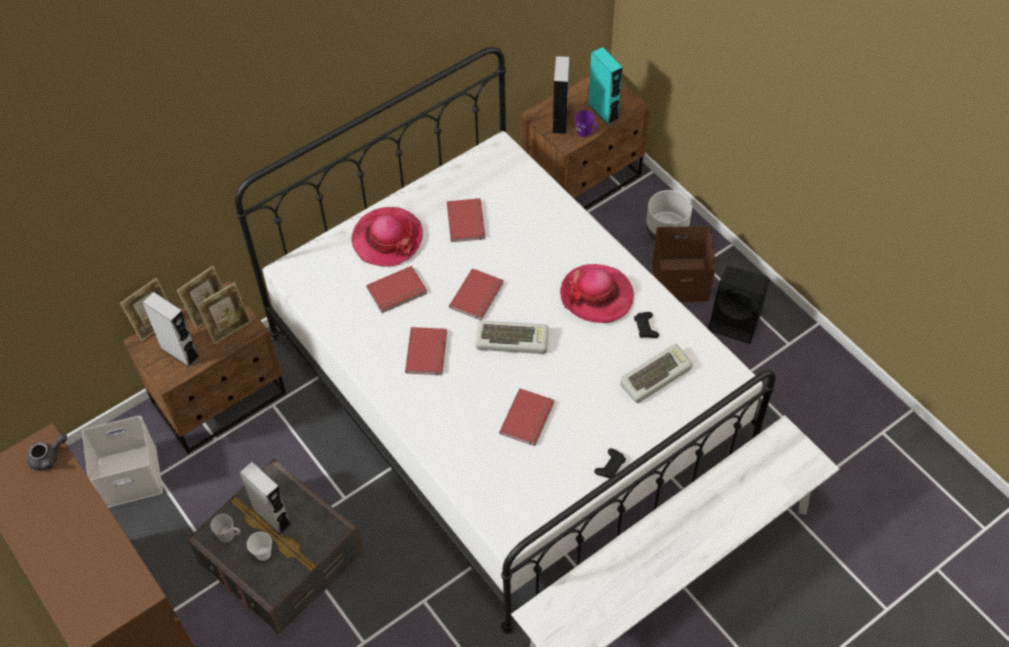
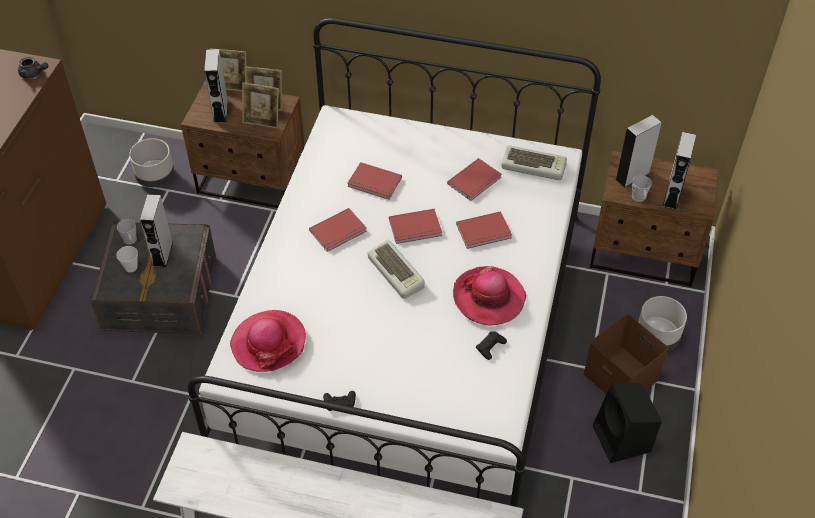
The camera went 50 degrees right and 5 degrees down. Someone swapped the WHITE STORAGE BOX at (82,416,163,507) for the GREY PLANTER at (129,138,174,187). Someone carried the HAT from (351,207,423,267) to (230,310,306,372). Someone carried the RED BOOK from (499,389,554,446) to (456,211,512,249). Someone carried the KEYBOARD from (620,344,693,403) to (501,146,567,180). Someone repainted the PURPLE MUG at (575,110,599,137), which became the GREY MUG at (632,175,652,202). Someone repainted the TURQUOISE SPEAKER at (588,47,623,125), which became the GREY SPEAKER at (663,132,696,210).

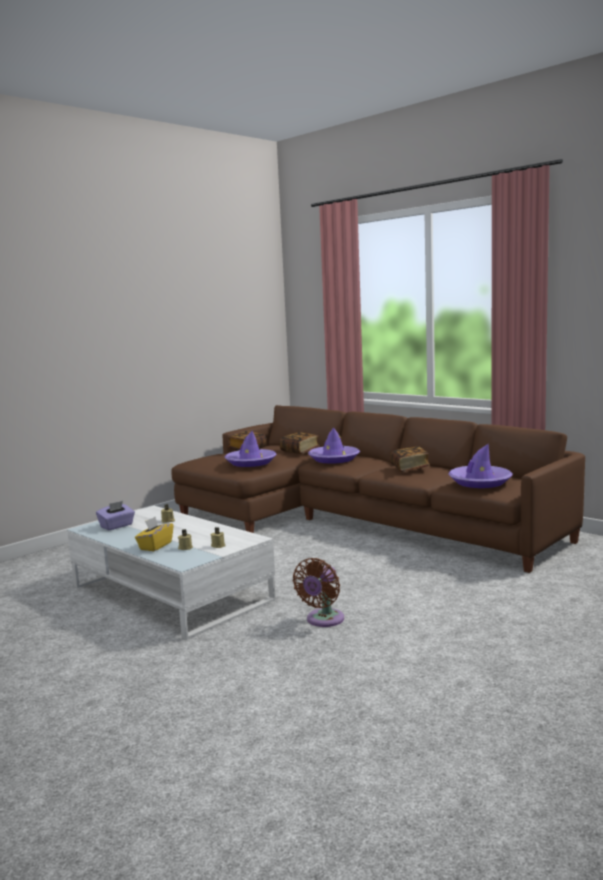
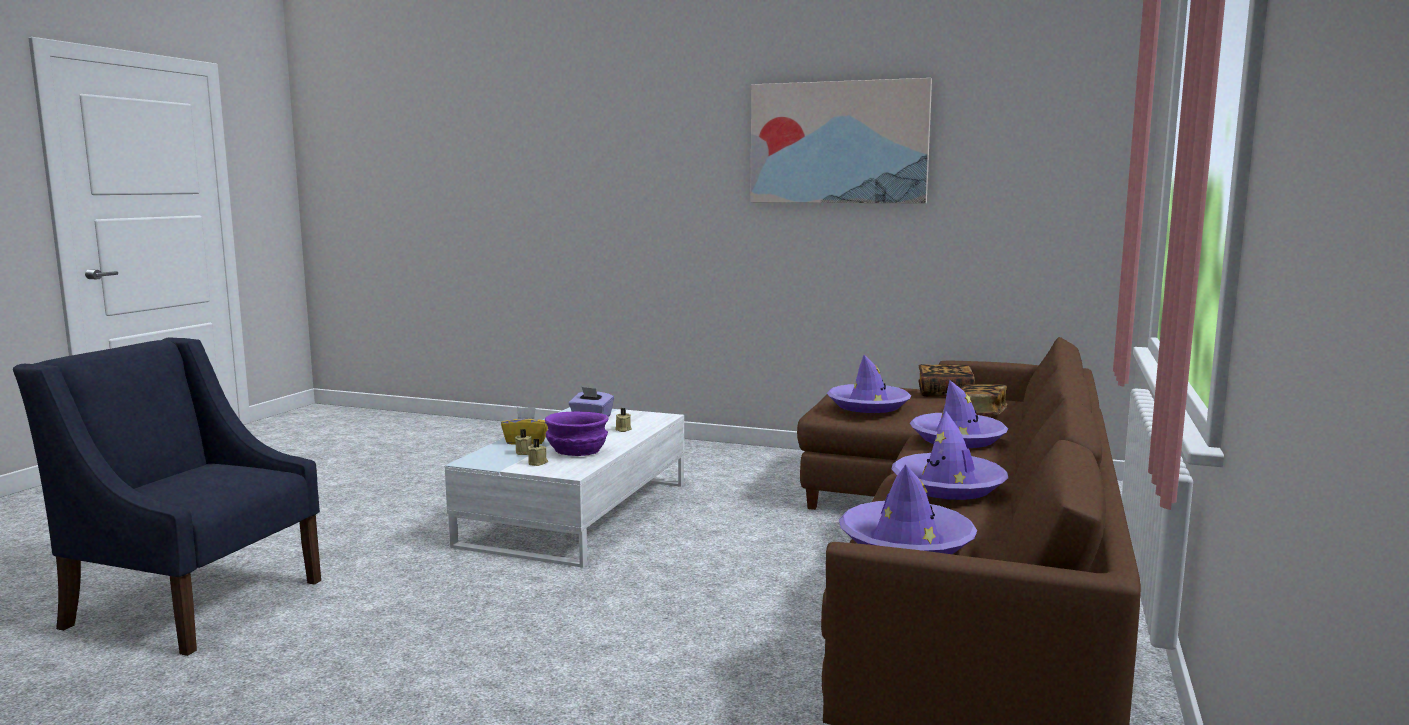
The camera went 65 degrees right and 0 degrees up. Someone put down the BLUE ARMCHAIR at (13,338,321,656). Someone put down the PURPLE BOWL at (545,412,609,456). Someone put up the PICTURE at (750,78,932,204). Someone swapped the BOOK at (390,446,430,472) for the PURPLE HAT at (891,411,1008,500). Someone took away the BROWN FAN at (293,558,344,627).

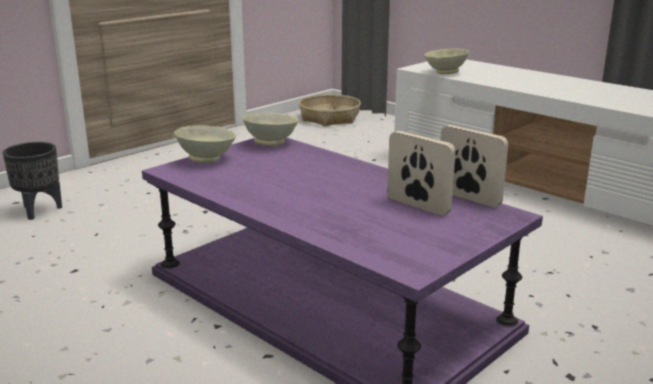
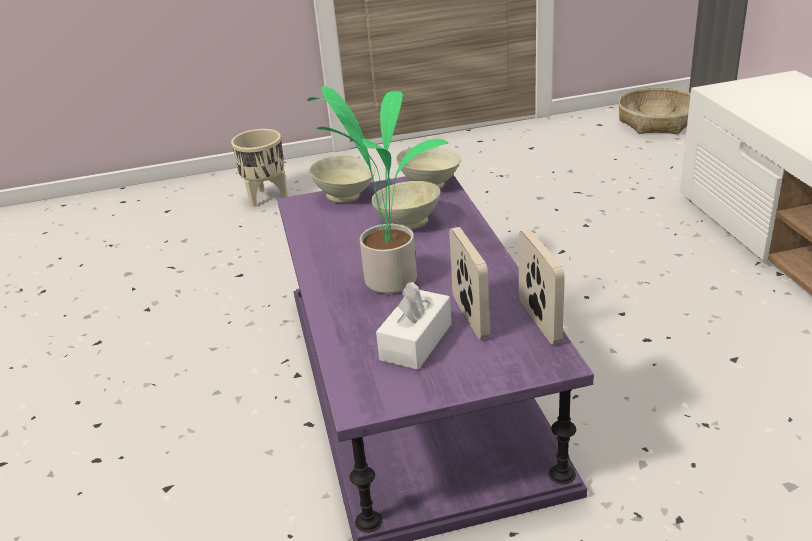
The camera went 35 degrees right and 10 degrees up. Someone repainted the BLACK PLANTER at (3,142,62,220), which became the BEIGE PLANTER at (231,129,288,207). Someone put down the POTTED PLANT at (307,86,449,294). Someone carried the BEIGE BOWL from (425,49,469,74) to (371,181,440,230). Someone put down the WHITE TISSUE BOX at (376,282,452,370).

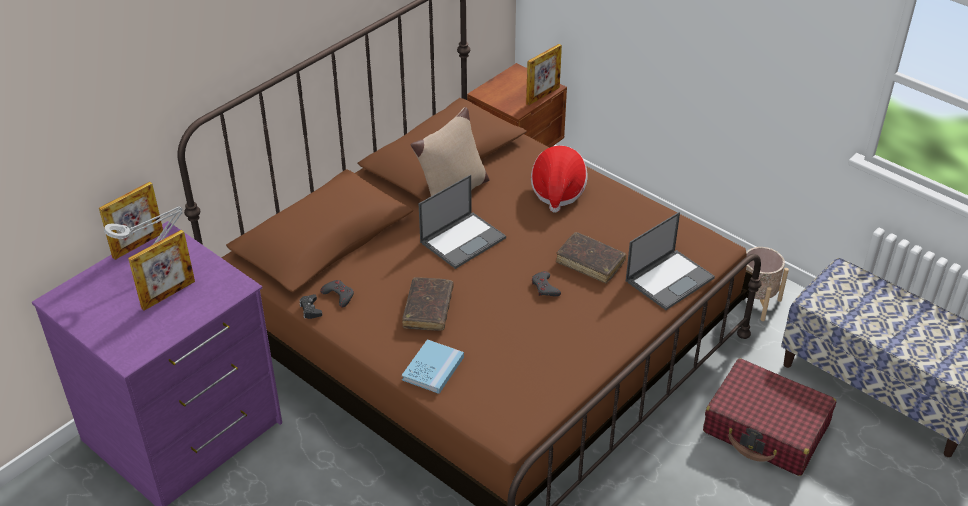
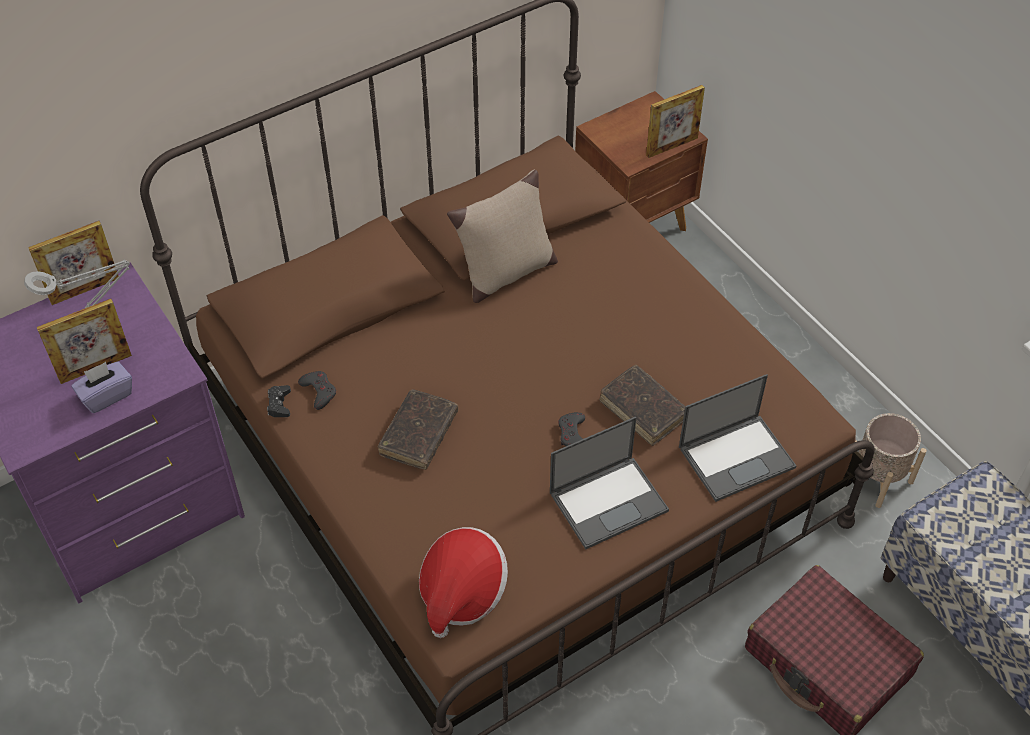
The camera went 15 degrees right and 10 degrees up. Someone put down the PURPLE TISSUE BOX at (71,361,132,413). Someone carried the HAT from (531,146,588,213) to (419,527,508,638). Someone carried the LAPTOP from (418,175,506,269) to (550,417,669,549). Someone took away the BLUE BOOK at (402,339,464,394).

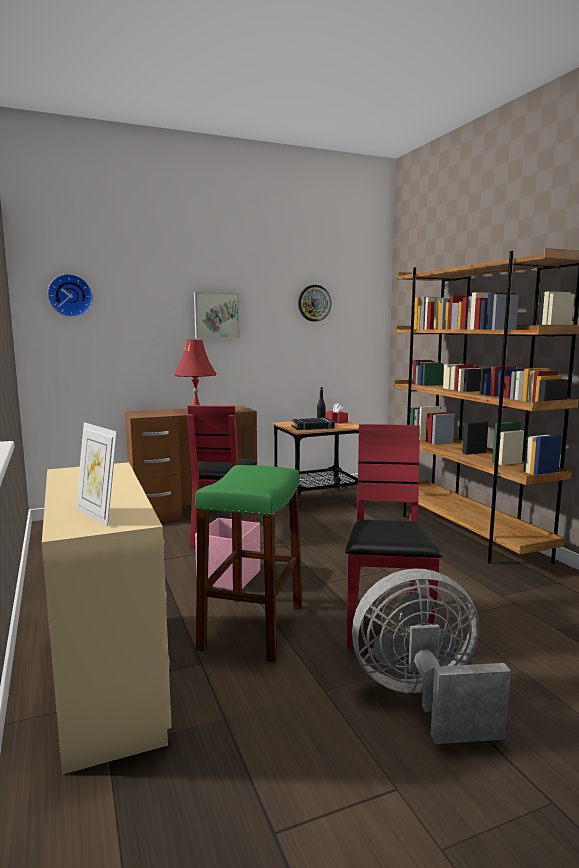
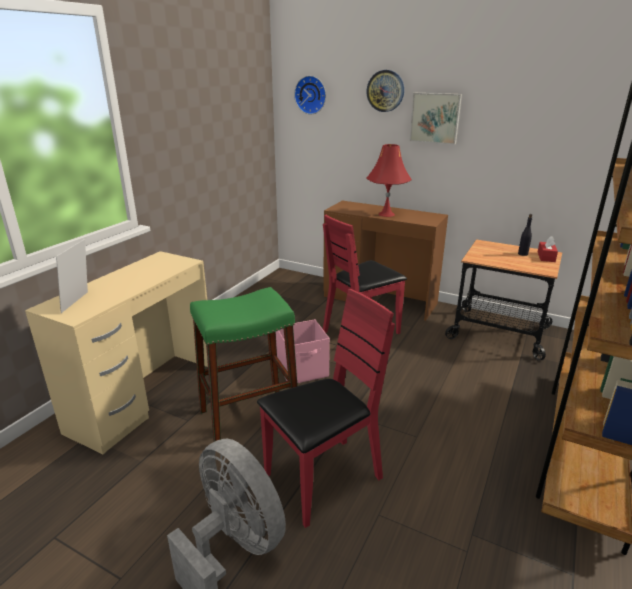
The camera went 50 degrees right and 15 degrees up. Someone carried the WALL CLOCK from (298,285,332,322) to (366,70,404,112). Someone took away the BLACK BOOK at (291,418,335,430).

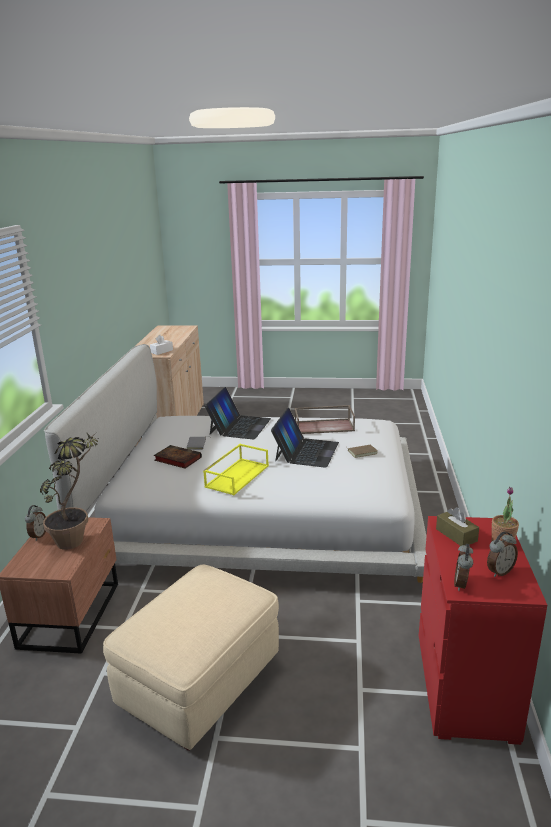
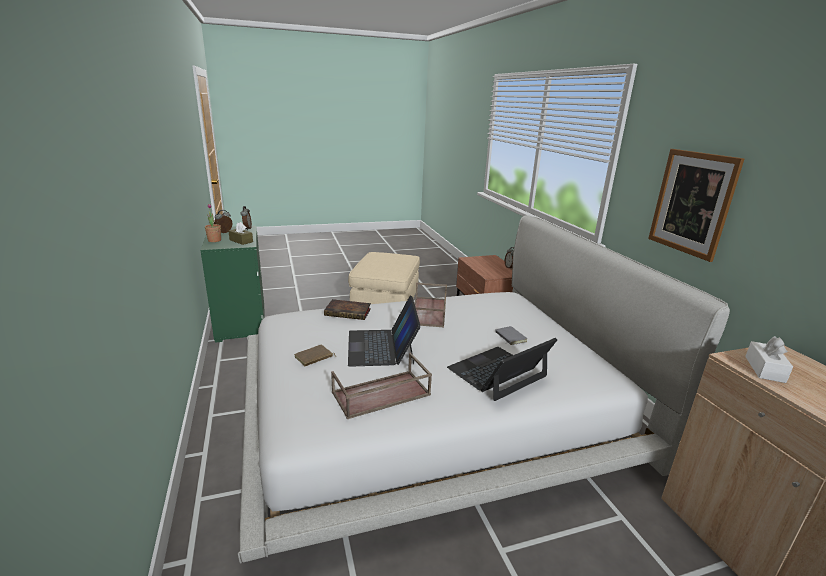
The camera went 155 degrees right and 0 degrees up. Someone repainted the RED DRESSER at (419,516,547,745), which became the GREEN DRESSER at (200,226,265,343). Someone carried the BOOK from (154,445,202,468) to (324,299,371,320). Someone repainted the YELLOW TRAY at (203,444,269,495), which became the BROWN TRAY at (414,283,447,328). Someone rotated the LAPTOP at (205,387,271,439) by 60 degrees clockwise. Someone put up the PICTURE at (648,149,744,262). Someone took away the POTTED PLANT at (40,430,99,550).

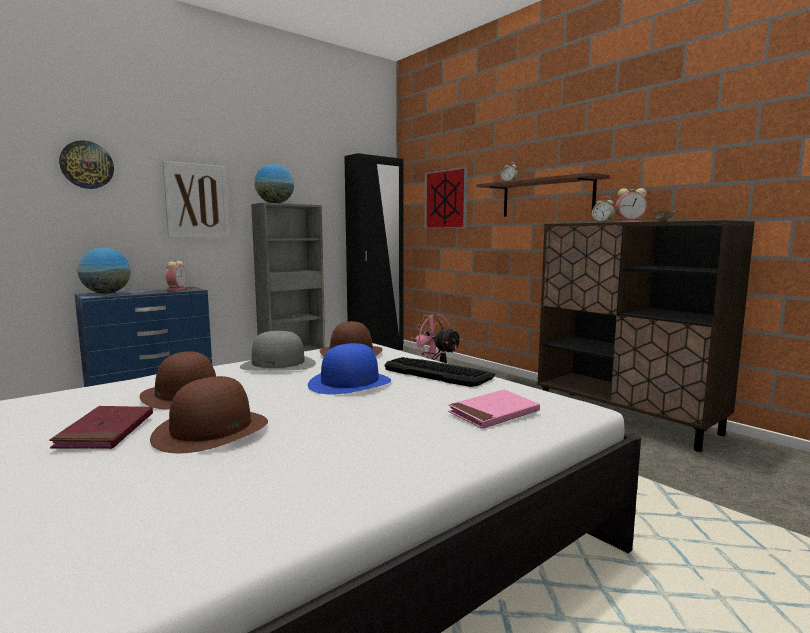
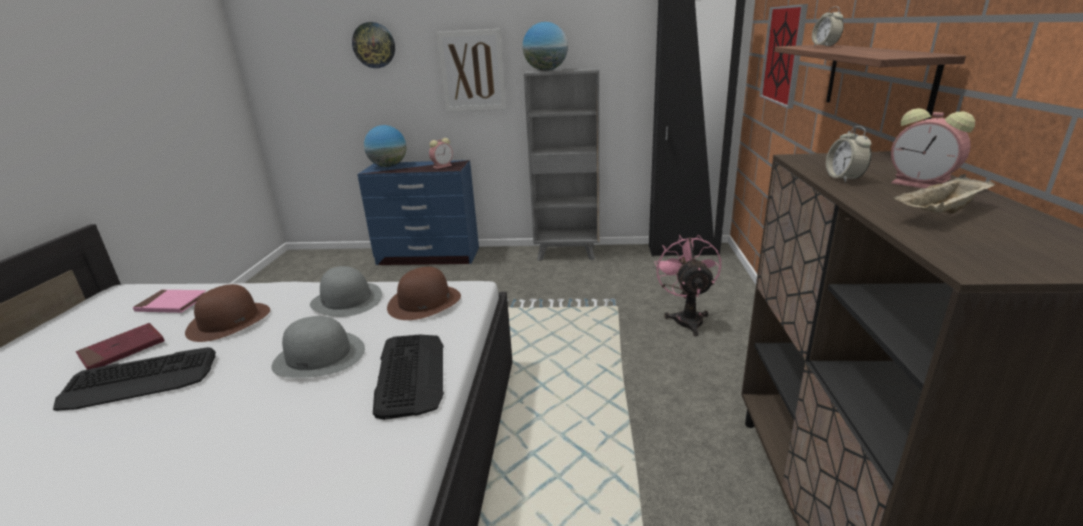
The camera went 45 degrees right and 15 degrees up. Someone swapped the BROWN HAT at (150,376,268,453) for the KEYBOARD at (53,347,216,411). Someone carried the PINK BOOK from (448,390,540,429) to (133,290,206,313). Someone repainted the BLUE HAT at (308,343,391,394), which became the GREY HAT at (271,316,365,378).

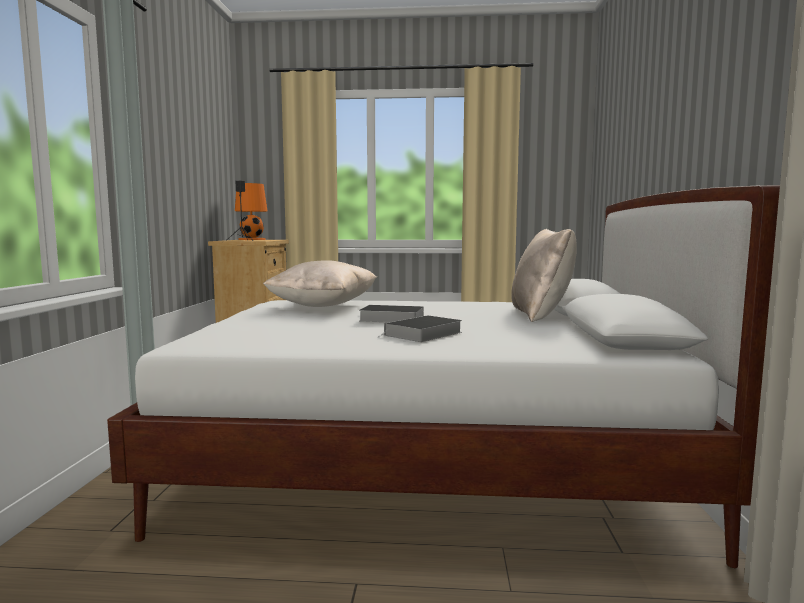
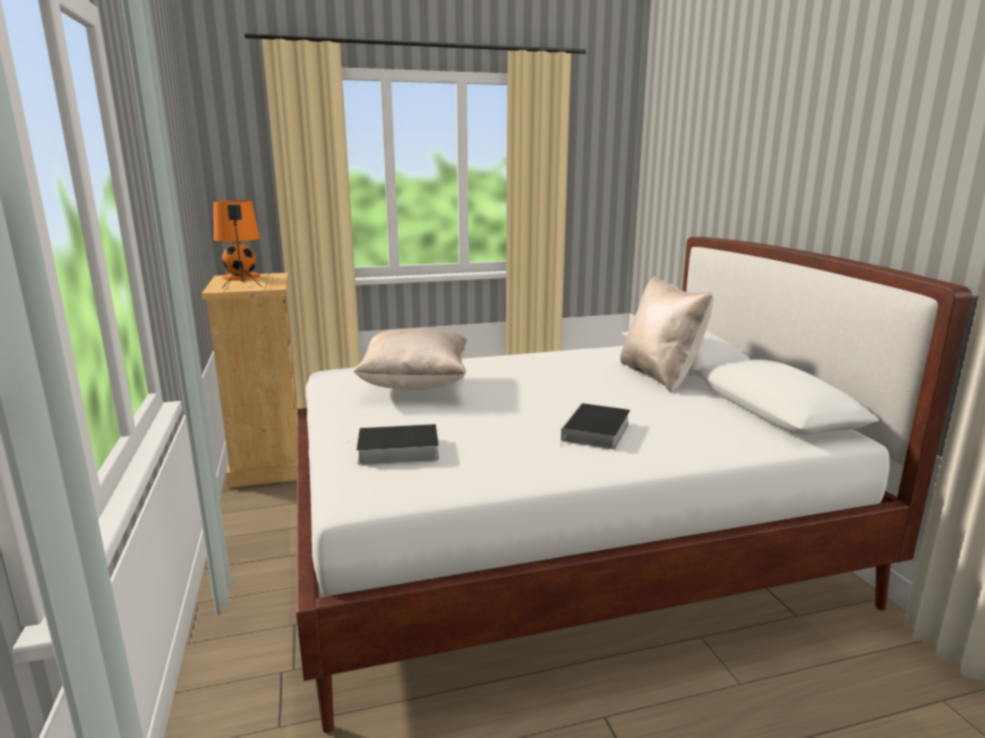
The camera went 20 degrees left and 10 degrees up. Someone carried the BOOK from (359,305,424,322) to (345,424,439,464).

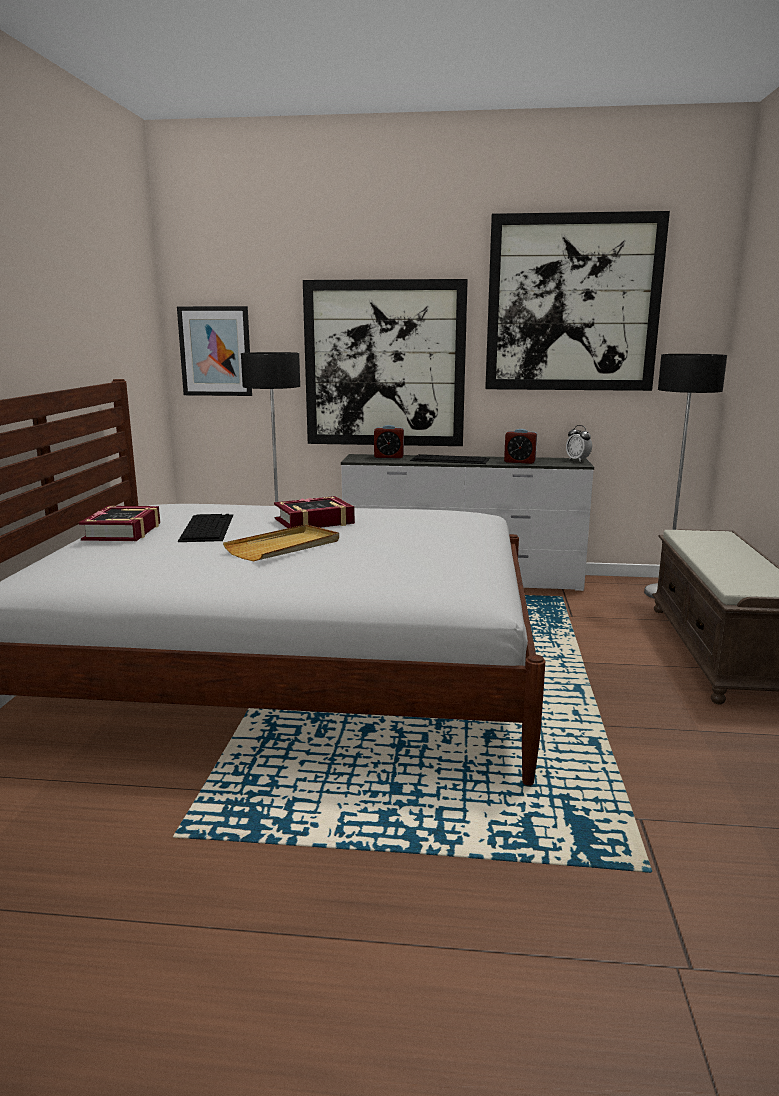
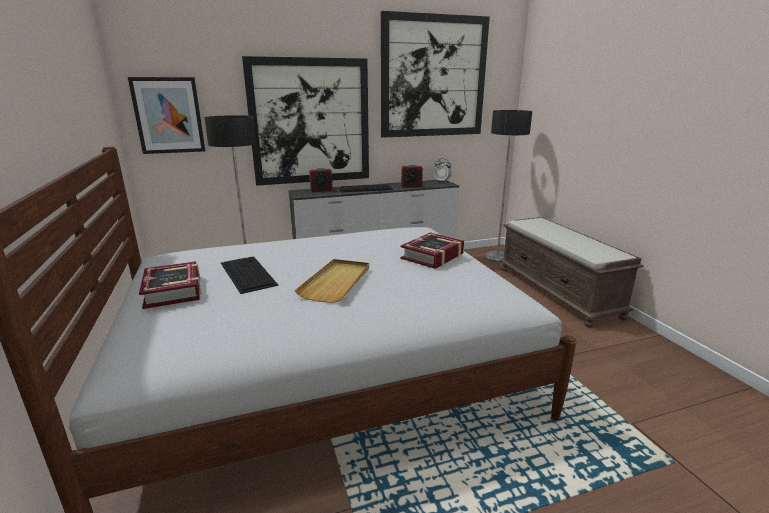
The camera went 25 degrees left and 5 degrees up. Someone carried the BOOK from (274,496,355,528) to (400,233,464,269).

